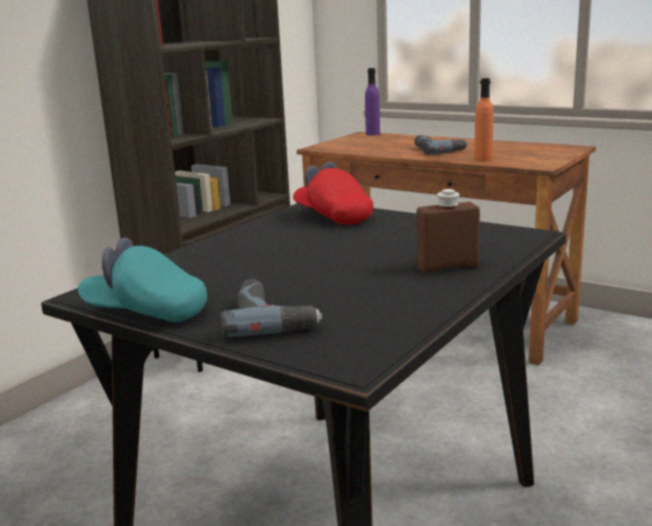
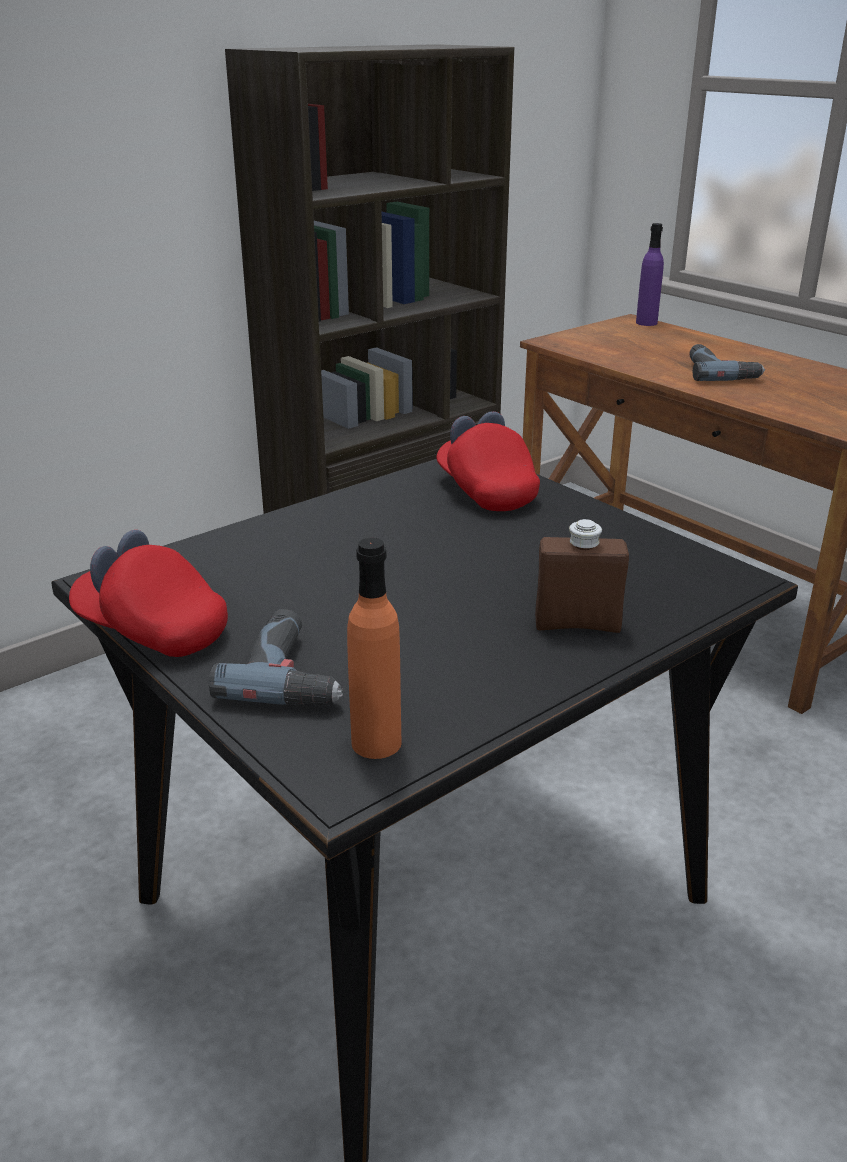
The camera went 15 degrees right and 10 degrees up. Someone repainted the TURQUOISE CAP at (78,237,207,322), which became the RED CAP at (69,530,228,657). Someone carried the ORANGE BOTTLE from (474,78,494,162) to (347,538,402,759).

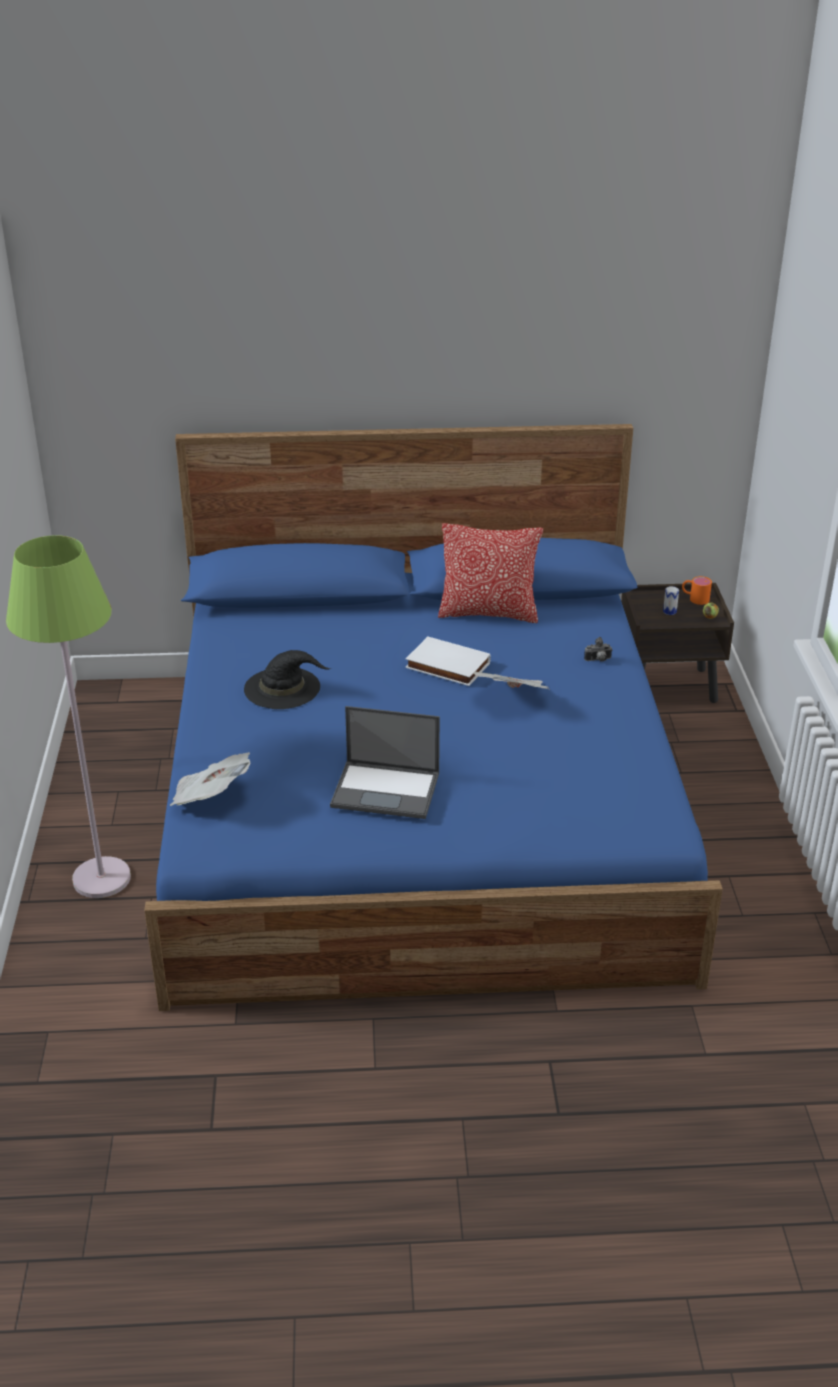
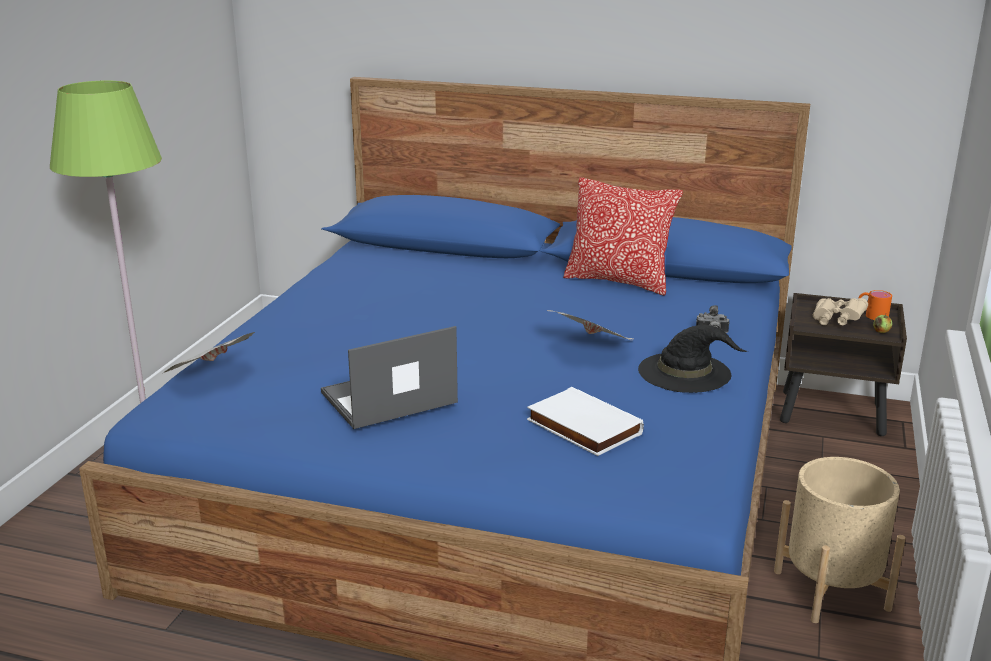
The camera went 20 degrees right and 10 degrees down. Someone rotated the LAPTOP at (330,706,440,819) by 120 degrees clockwise. Someone carried the WHITE BOOK from (405,636,491,686) to (527,387,644,456). Someone carried the BLACK HAT from (244,650,330,709) to (638,325,747,393). Someone put down the BEIGE PLANTER at (774,457,906,623). Someone swapped the CAN at (663,586,679,615) for the BEIGE BINOCULARS at (813,298,868,325).

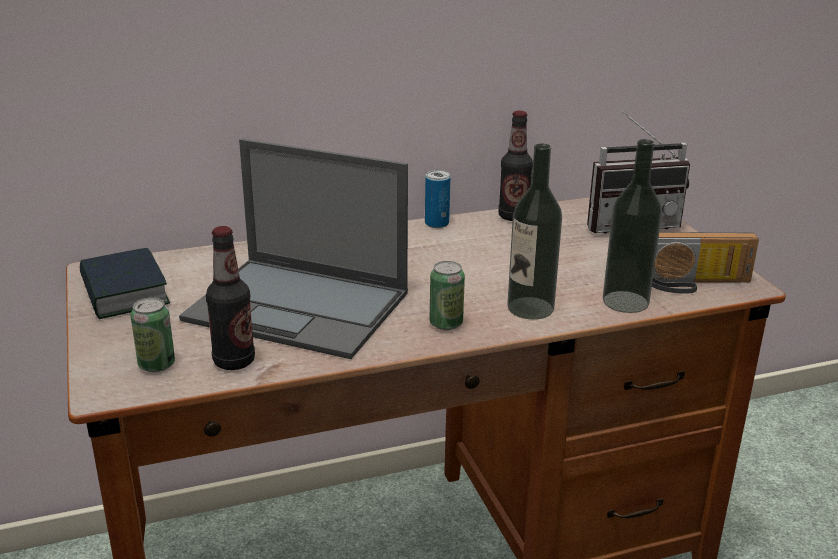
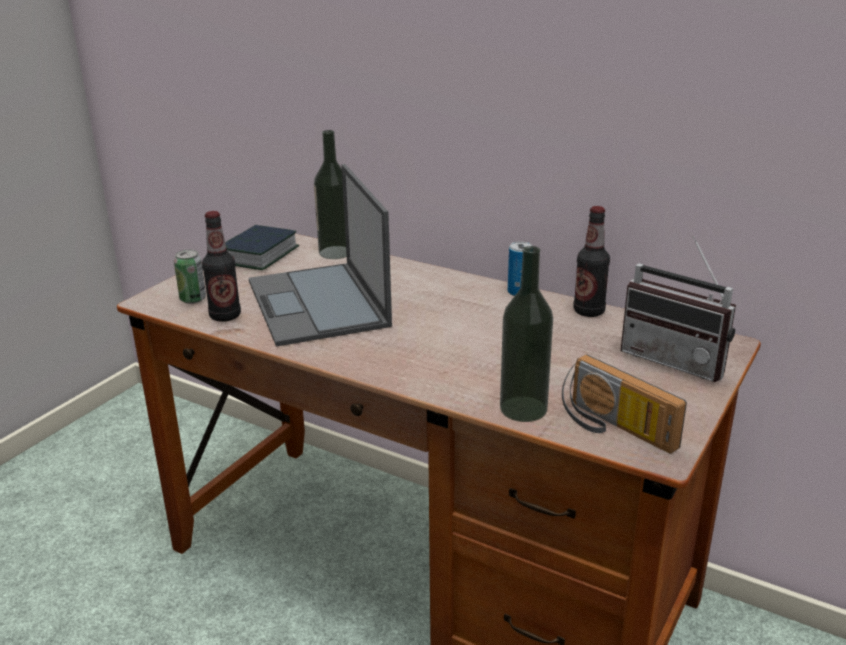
The camera went 50 degrees right and 0 degrees up. Someone carried the BOTTLE from (507,144,562,320) to (314,130,347,259). Someone took away the CAN at (429,261,465,330).

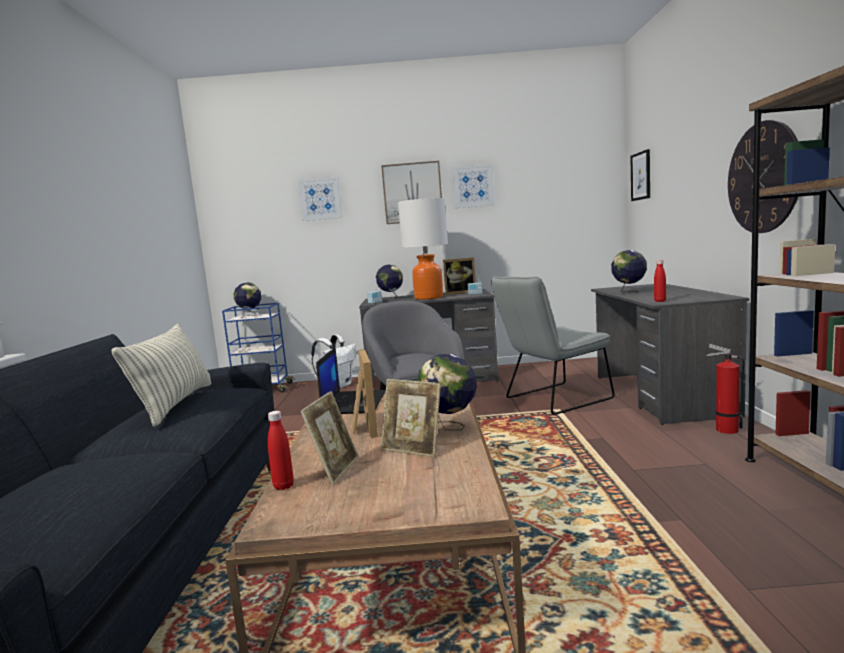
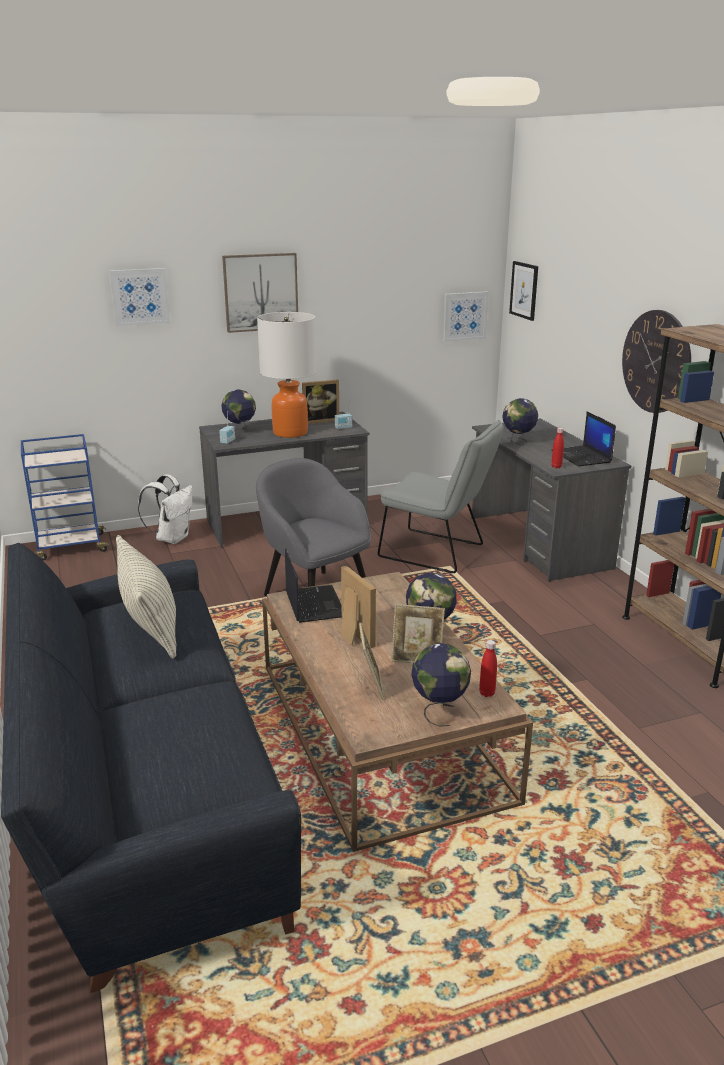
The camera went 20 degrees left and 15 degrees up. Someone rotated the GREY CHAIR at (491,276,615,415) by 105 degrees counterclockwise. Someone carried the GLOBE from (234,282,261,318) to (411,643,471,727). Someone carried the PICTURE from (452,164,495,208) to (443,291,489,342). Someone carried the RED BOTTLE from (268,411,294,490) to (479,640,497,697). Someone put down the LAPTOP at (552,411,616,466). Someone took away the FIRE EXTINGUISHER at (707,344,744,434).

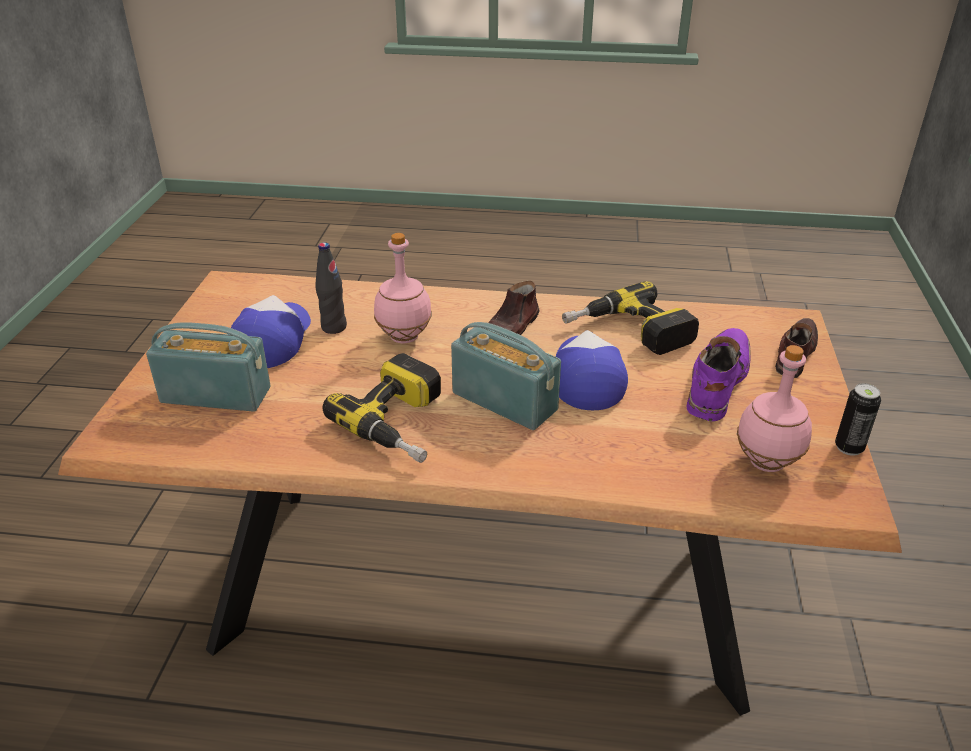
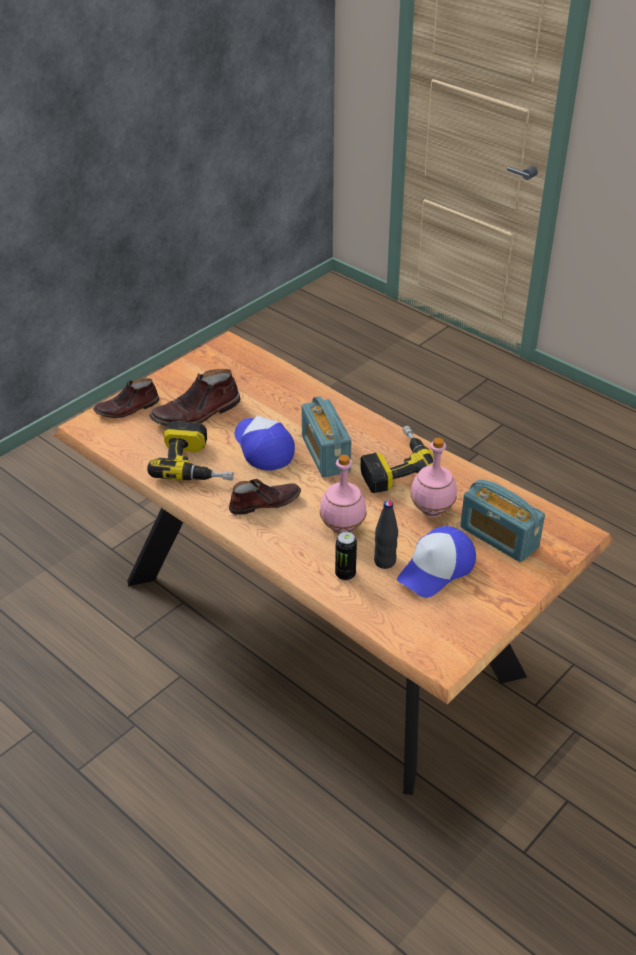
The camera went 145 degrees left and 5 degrees up. Someone repainted the PURPLE BOOT at (687,328,751,421), which became the BROWN BOOT at (149,369,240,426). Someone rotated the CAP at (556,330,628,410) by 120 degrees clockwise. Someone carried the CAN from (835,383,881,456) to (335,532,357,581). Someone carried the PINK BOTTLE from (737,345,812,472) to (410,438,457,517).

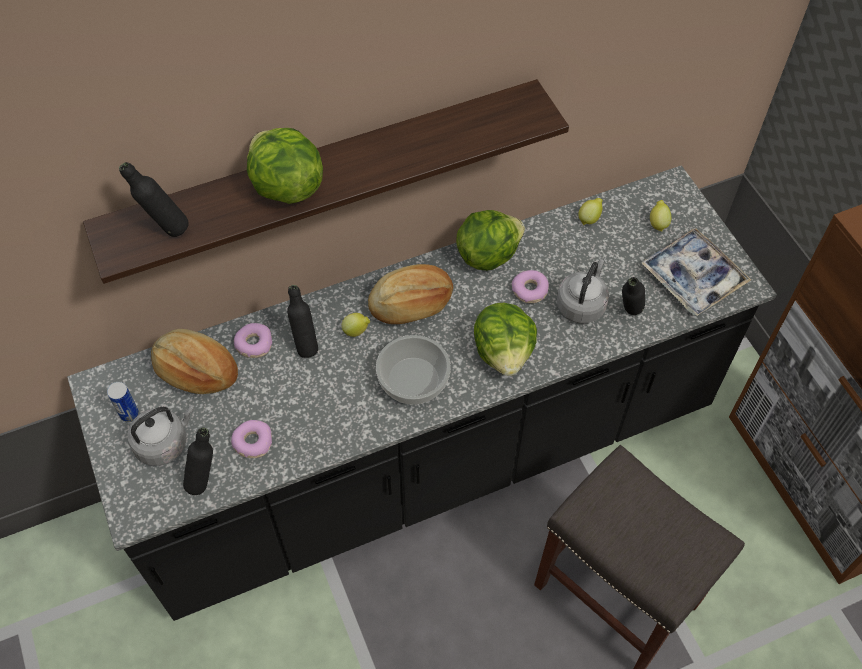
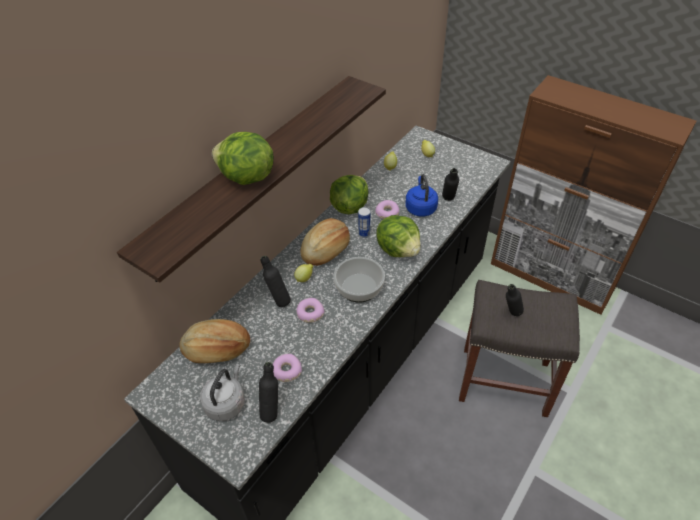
The camera went 30 degrees left and 10 degrees down. Someone carried the DONUT from (234,323,272,358) to (296,298,325,323). Someone carried the CAN from (107,382,139,422) to (358,207,370,238). Someone repainted the GREY KETTLE at (557,259,609,323), which became the BLUE KETTLE at (405,174,438,217). Someone carried the BLACK BOTTLE from (119,162,189,237) to (506,284,524,316). Someone took away the TRAY at (640,228,751,316).

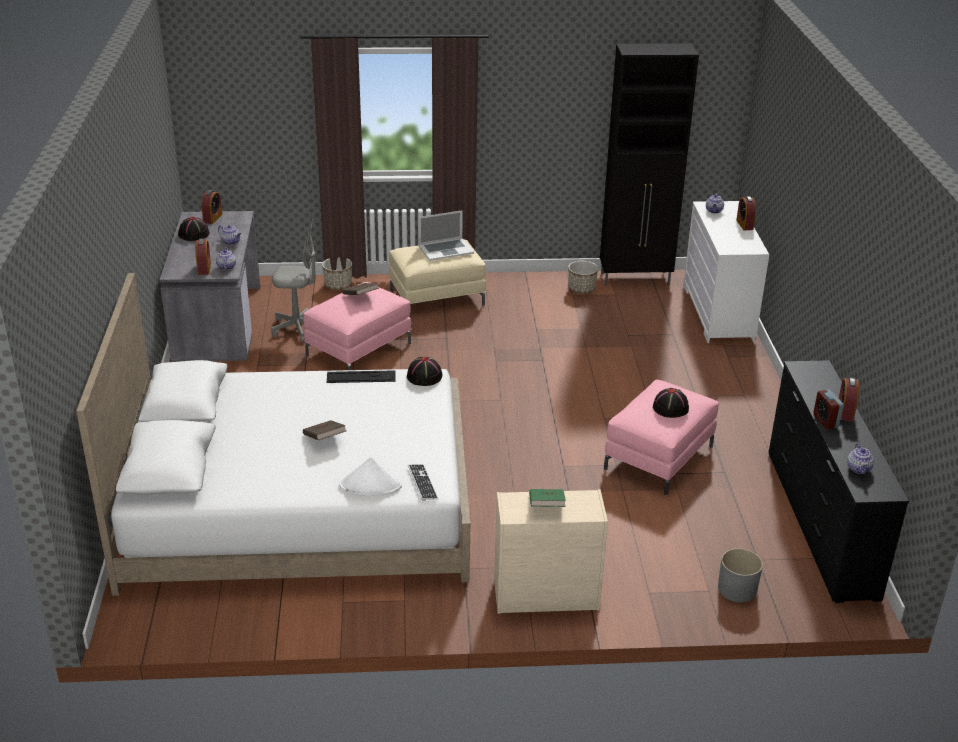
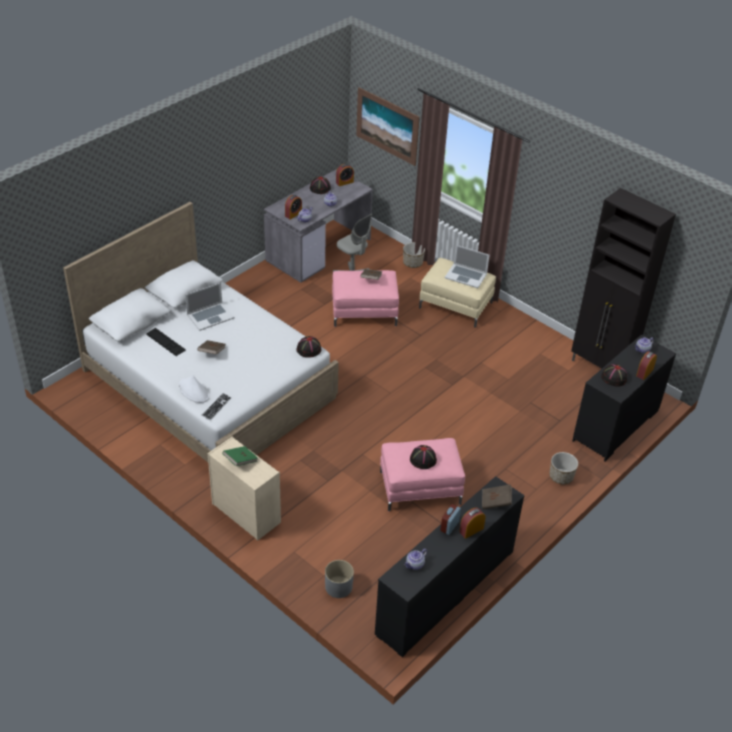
The camera went 45 degrees right and 10 degrees up. Someone carried the KEYBOARD from (327,370,396,383) to (146,328,186,356). Someone put down the LAPTOP at (185,283,235,331). Someone put up the PICTURE at (356,87,420,166). Someone put down the BROWN BOOK at (482,484,512,510). Someone carried the PLANTER from (568,261,598,294) to (550,452,578,485). Someone repainted the WHITE DRESSER at (683,201,769,343), which became the BLACK DRESSER at (572,335,676,461). Someone put down the BLACK HAT at (601,364,627,387).

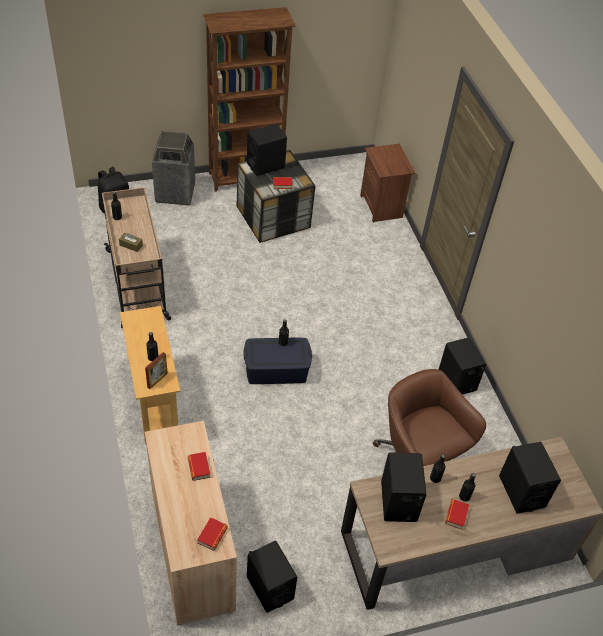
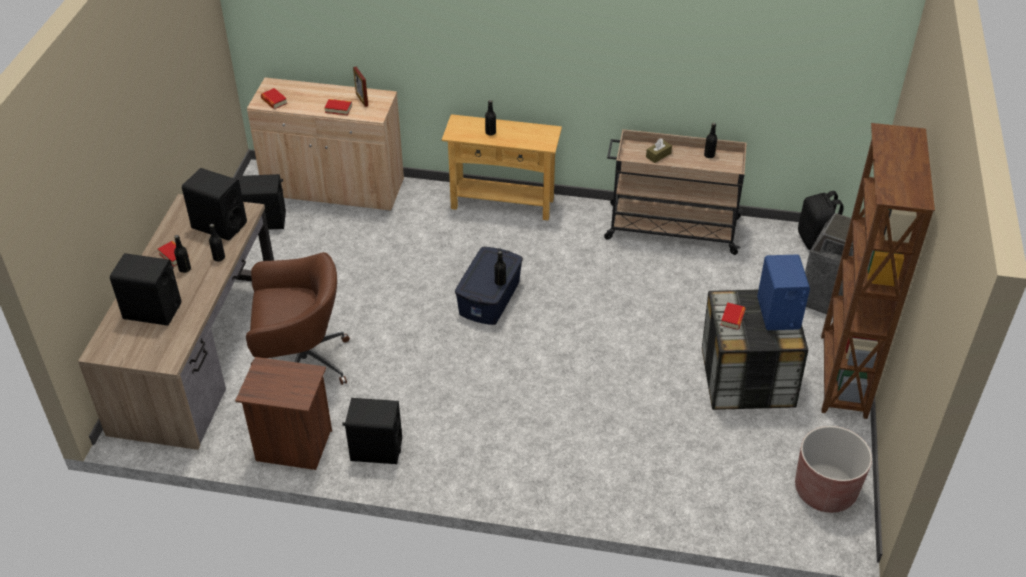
The camera went 120 degrees right and 5 degrees down. Someone carried the BROWN NIGHTSTAND from (360,144,415,223) to (235,357,332,470). Someone carried the PICTURE FRAME from (145,352,168,389) to (353,67,368,107). Someone repainted the BLACK SPEAKER at (247,124,287,176), which became the BLUE SPEAKER at (757,255,810,330). Someone put down the BROWN PLANTER at (795,426,872,513).

